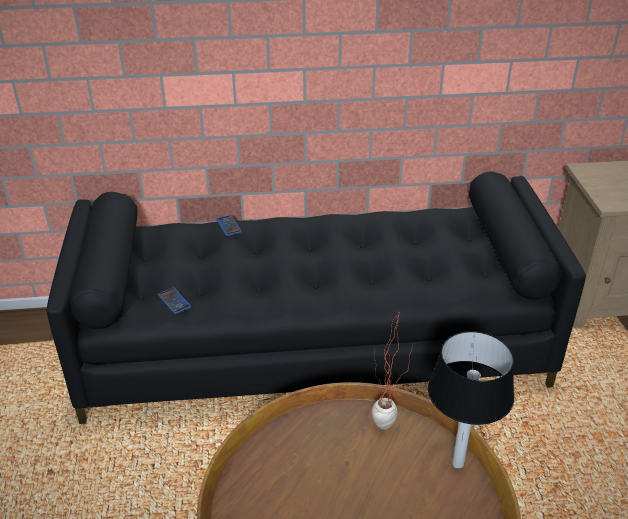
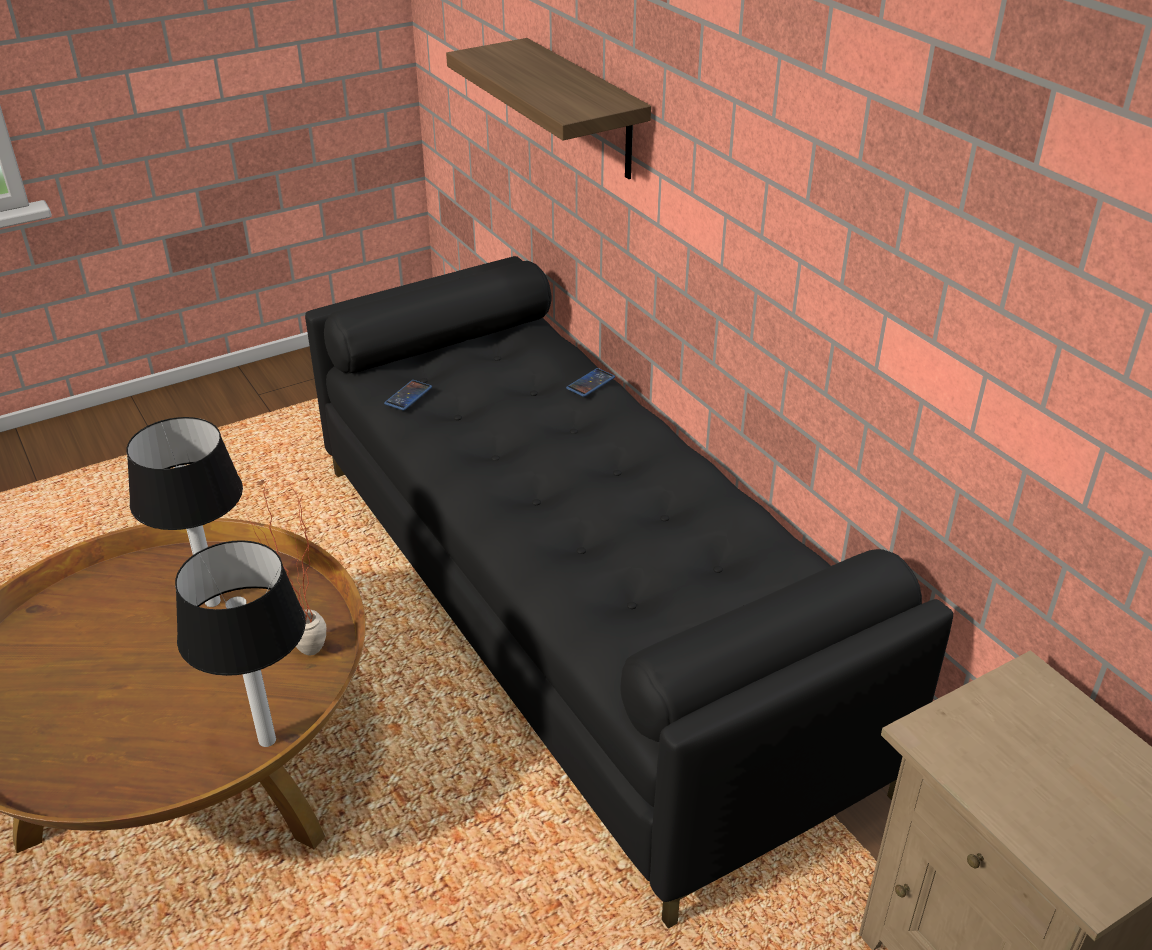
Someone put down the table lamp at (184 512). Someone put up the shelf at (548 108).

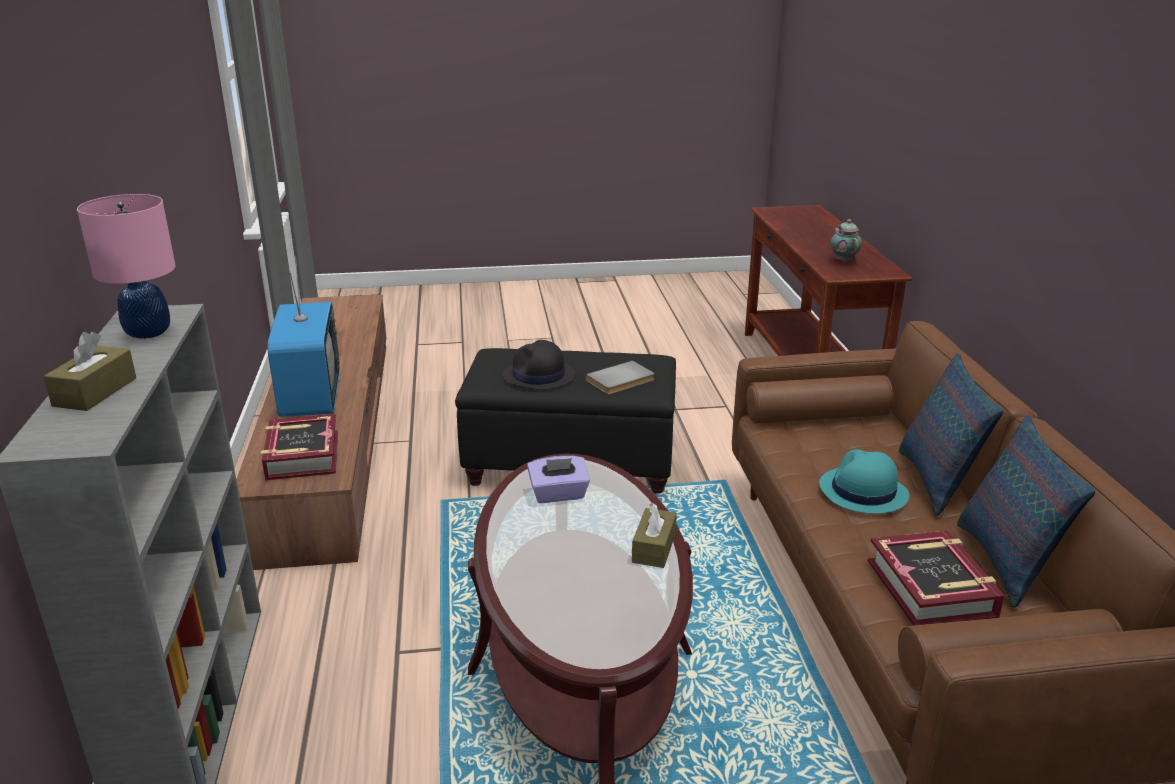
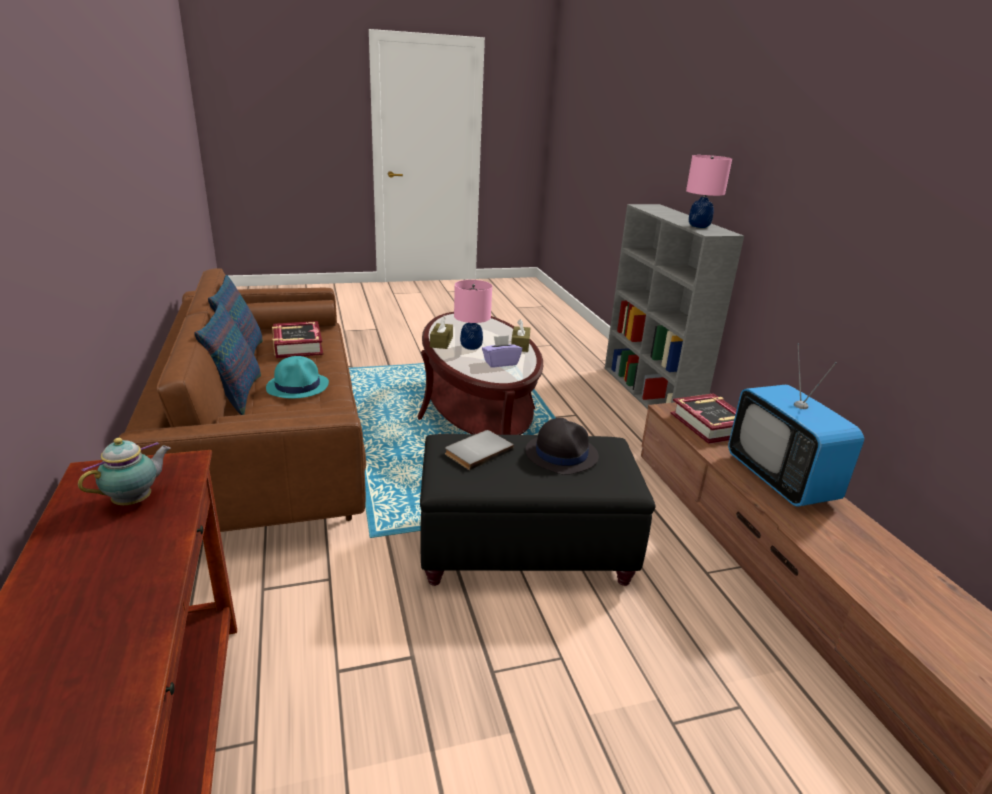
Someone carried the brown tissue box from (89 371) to (520 335). Someone rotated the teapot at (846 241) by 120 degrees counterclockwise. Someone put down the pink table lamp at (473 315).

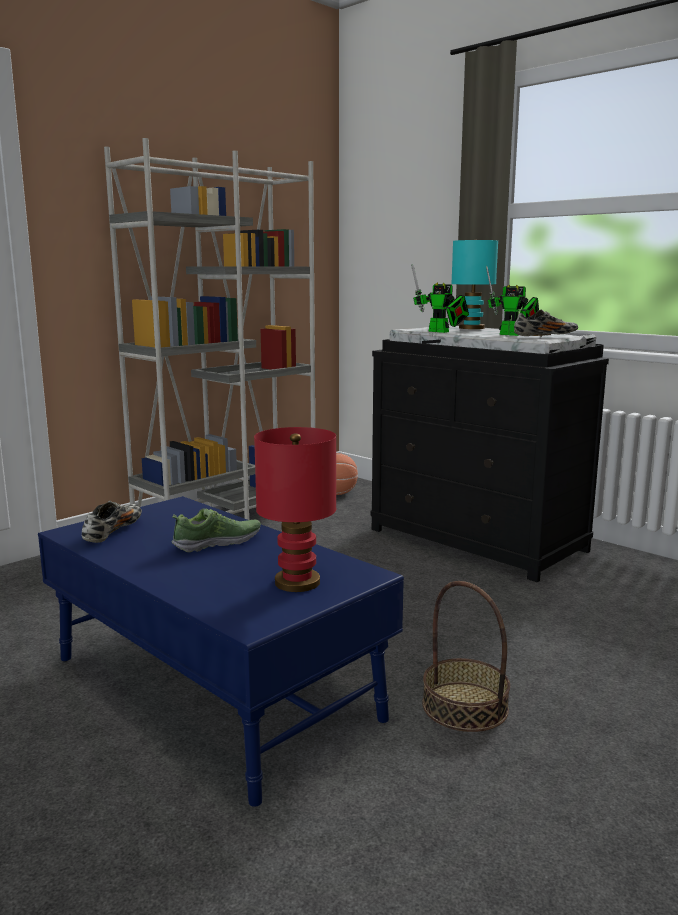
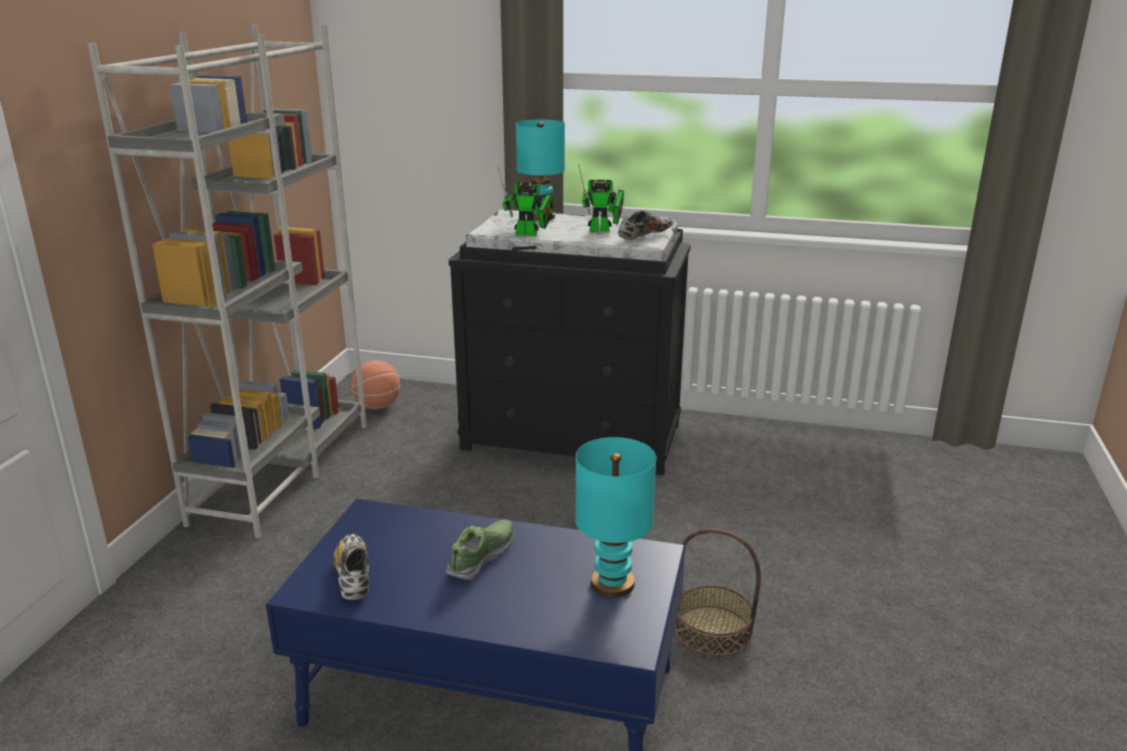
Someone repainted the red table lamp at (295 509), which became the turquoise table lamp at (615 517).

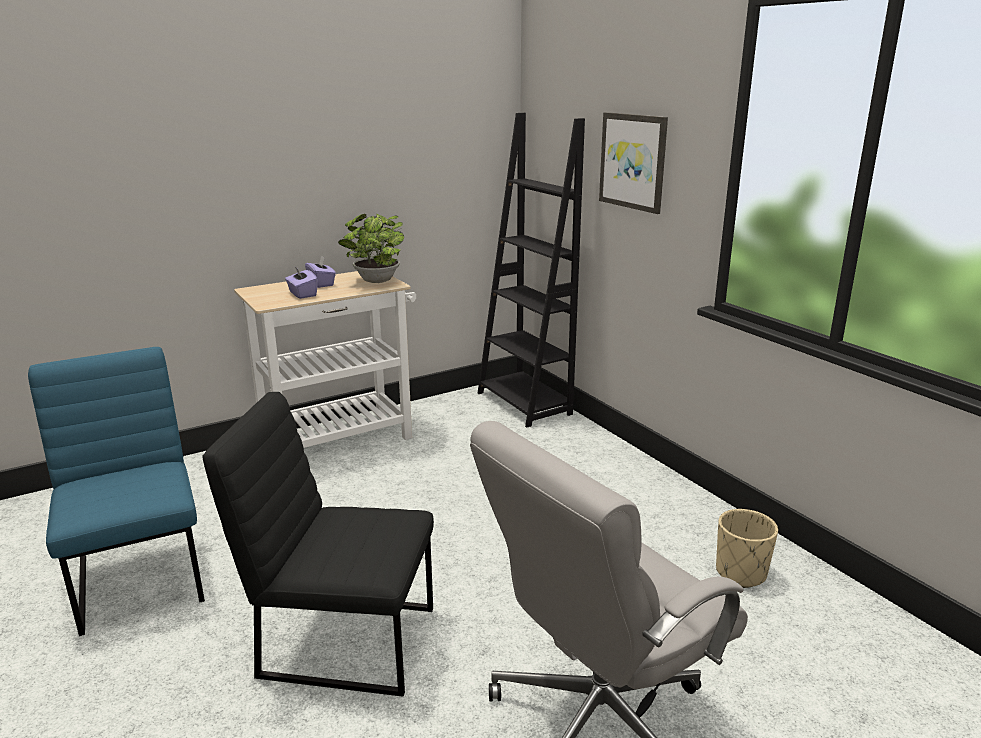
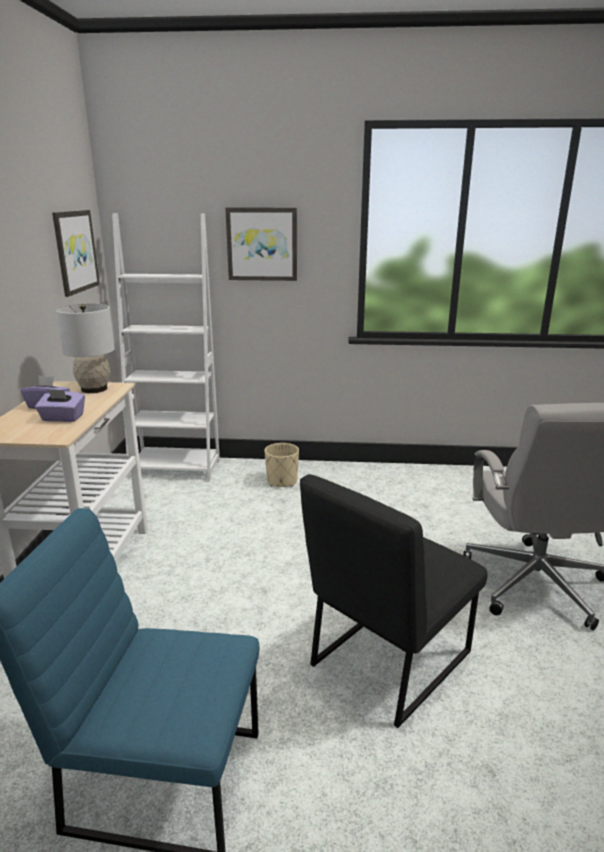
Someone swapped the potted plant at (371 248) for the white table lamp at (85 348). Someone repainted the black bookcase at (531 270), which became the white bookcase at (166 347). Someone carried the beige planter from (747 548) to (282 465). Someone put up the picture at (76 253).

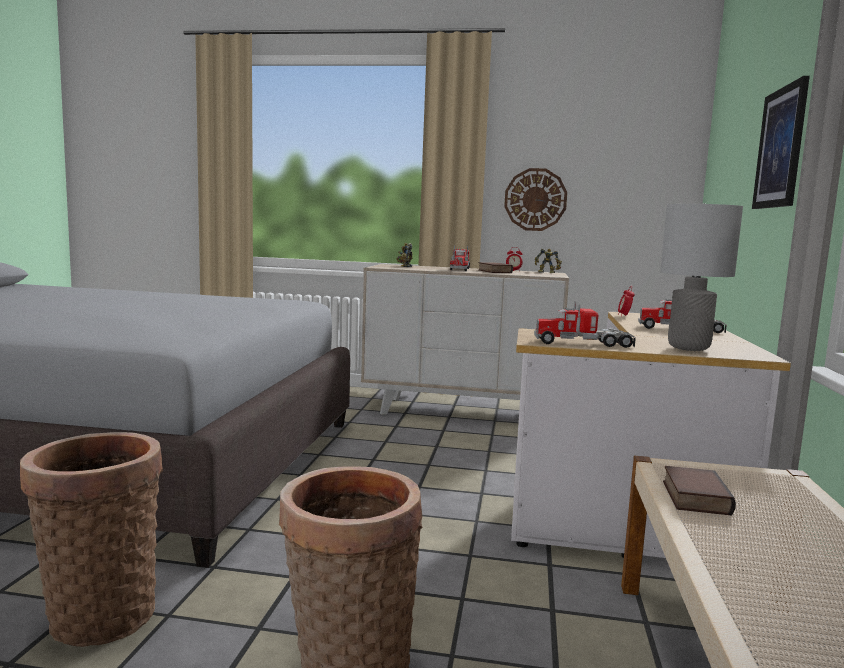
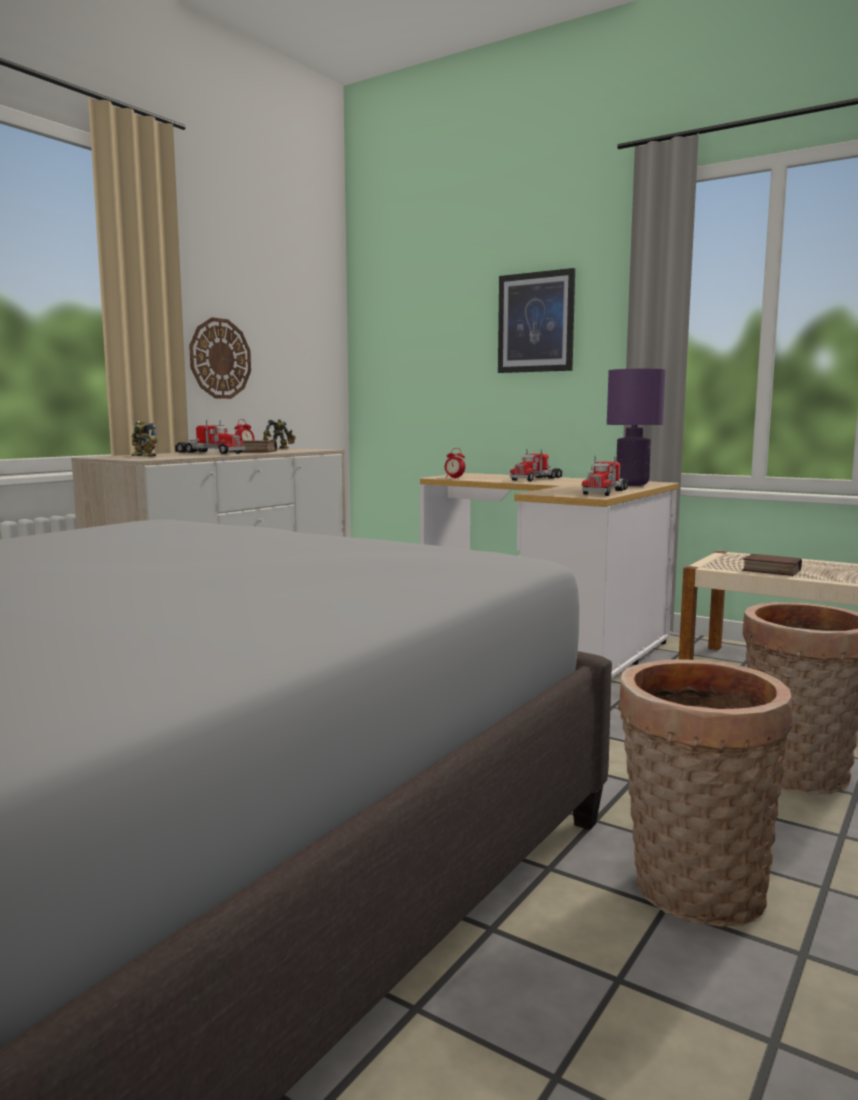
Someone repainted the grey table lamp at (701 277), which became the purple table lamp at (636 427).

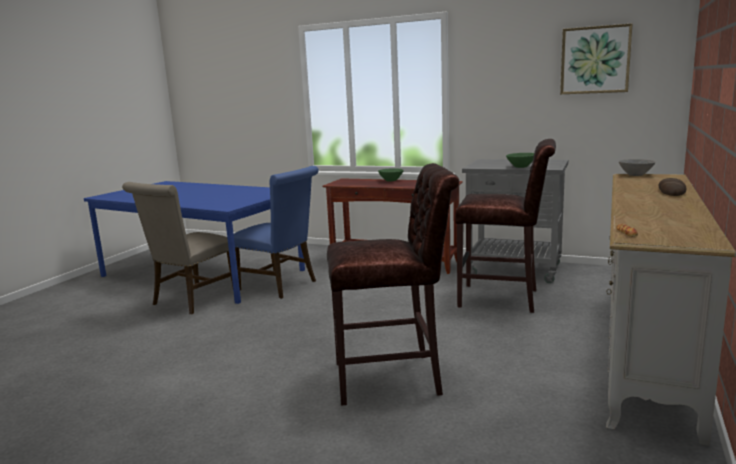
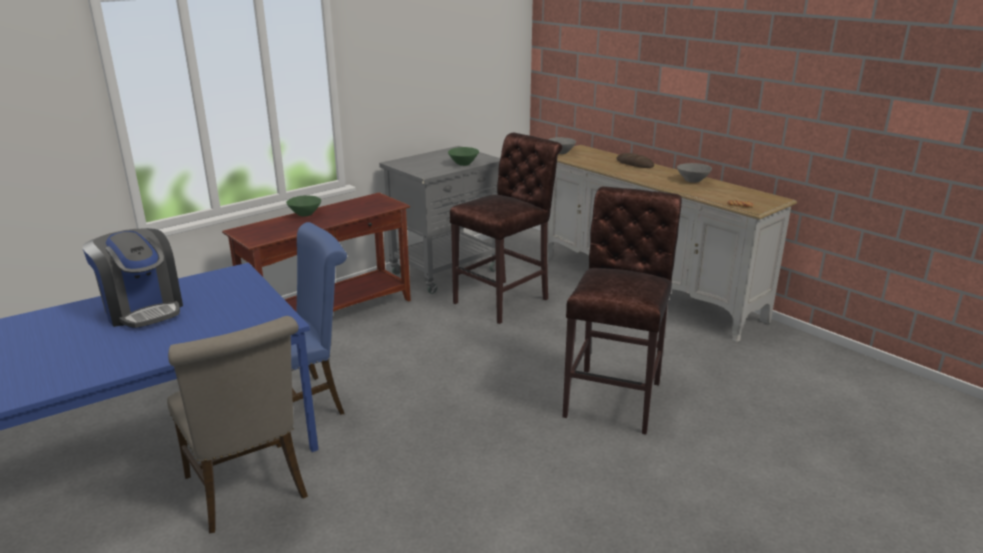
Someone took away the picture at (596 58). Someone put down the coffee machine at (133 278). Someone put down the grey bowl at (694 173).

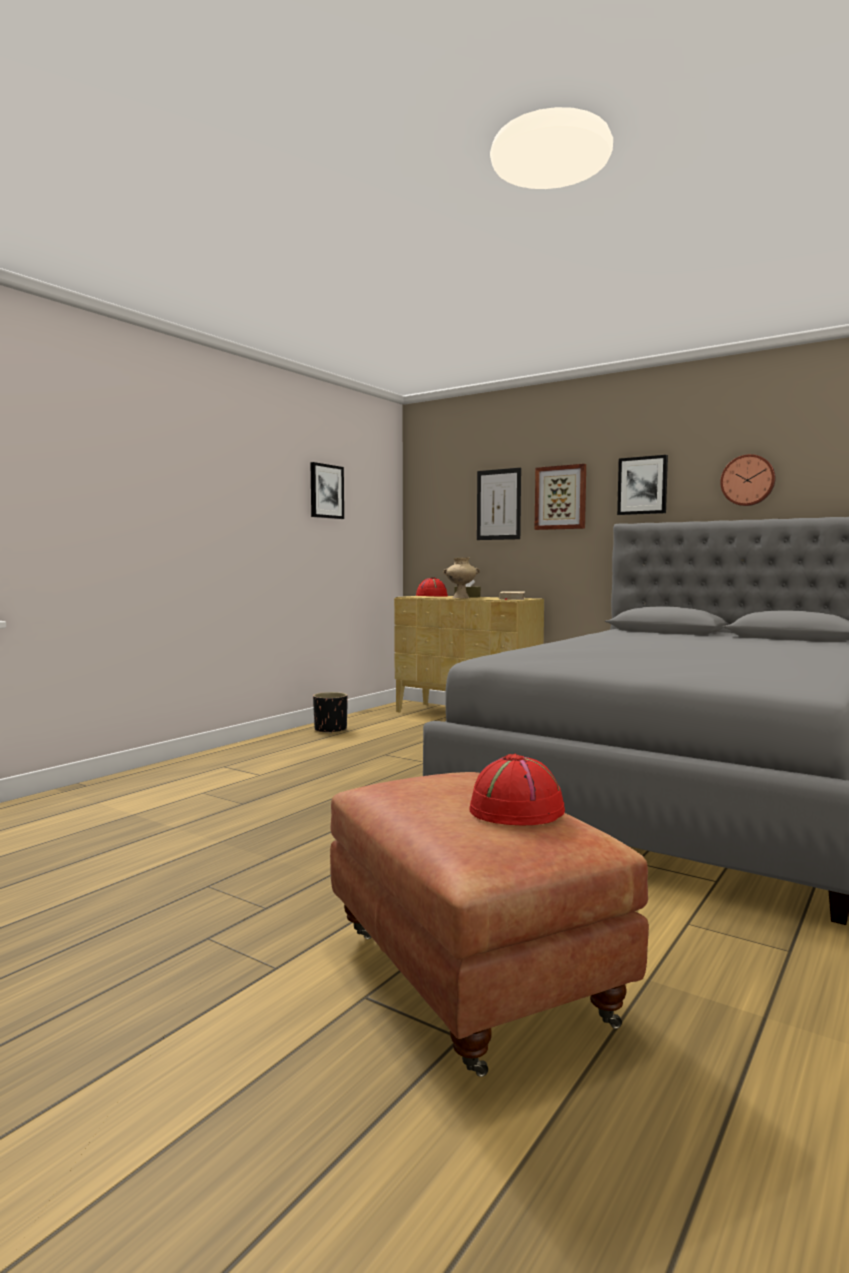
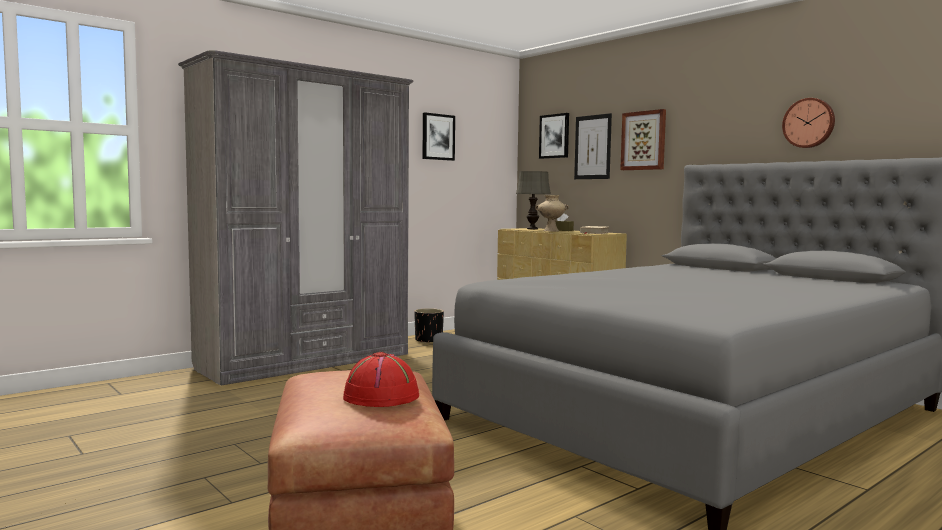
Someone swapped the red hat at (432 587) for the grey table lamp at (533 200). Someone carried the picture from (642 485) to (554 136). Someone put down the grey wardrobe at (295 218).

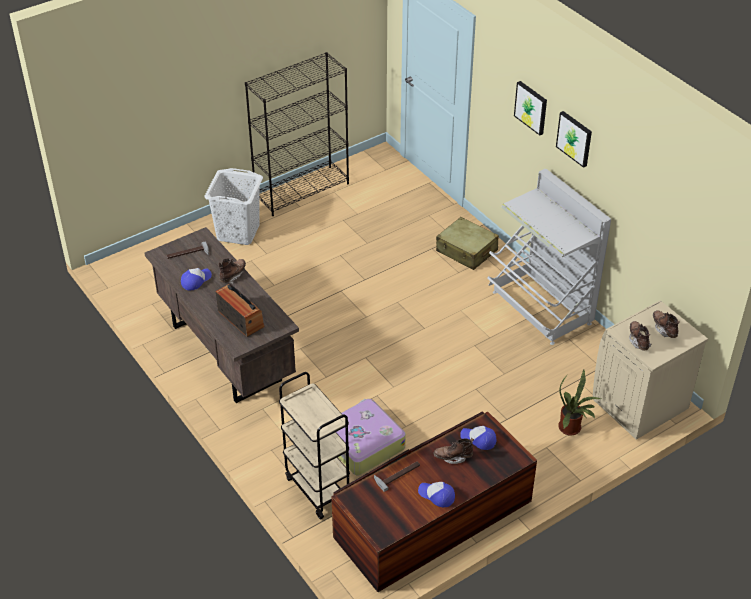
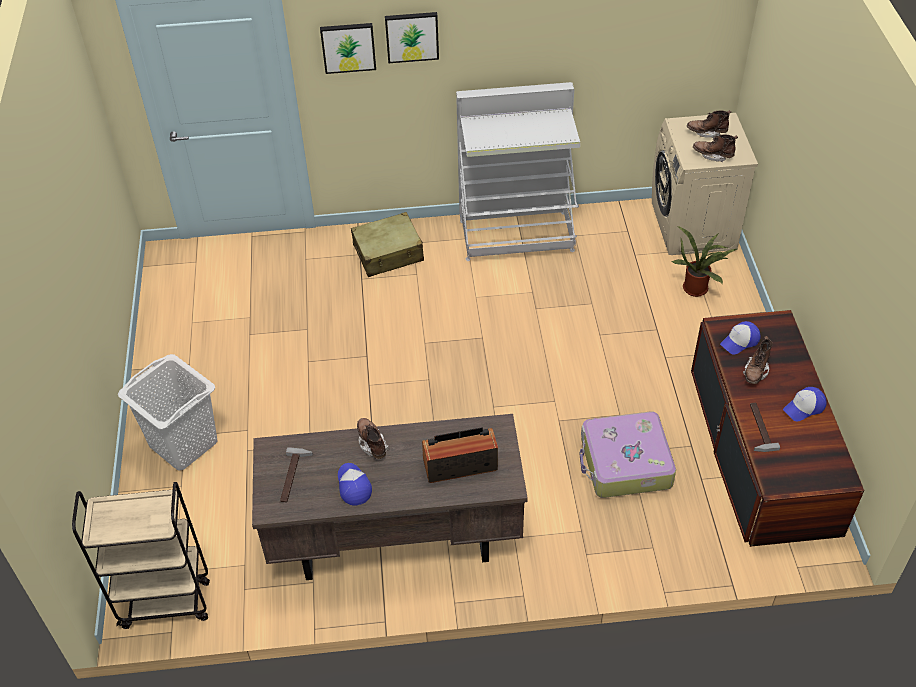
Someone took away the black bookcase at (297 134). Someone carried the beige cart from (314 445) to (141 555). Someone carried the picture from (574 139) to (348 48).

